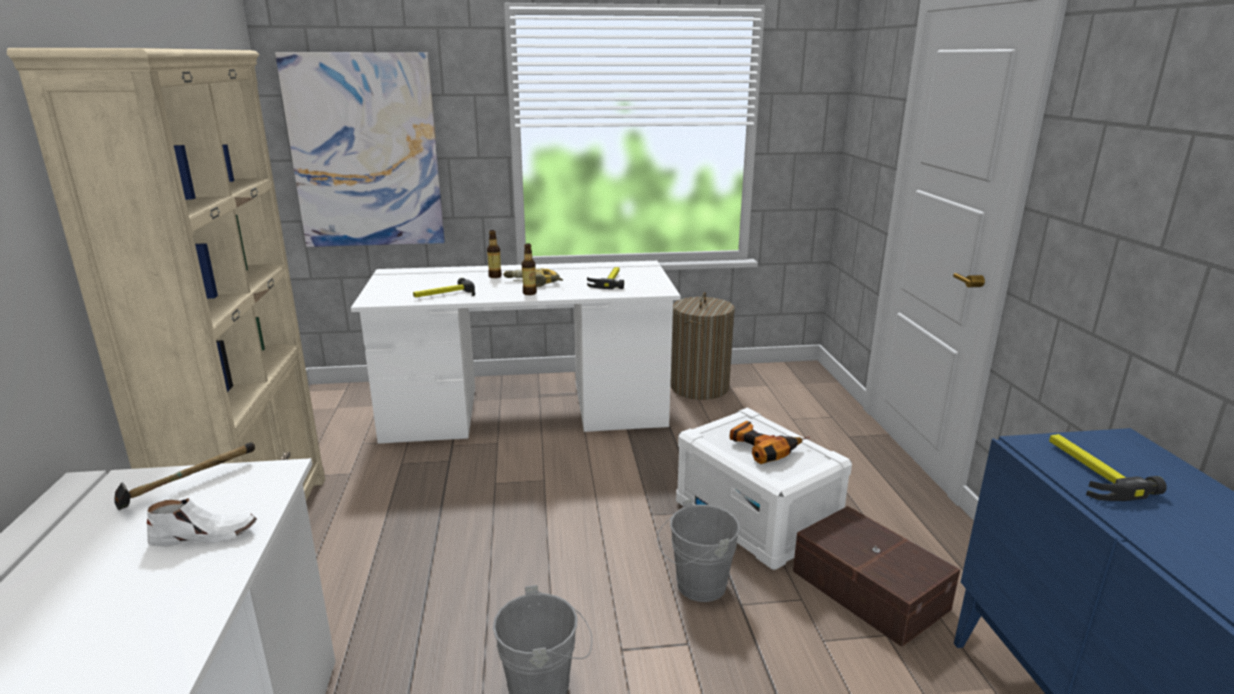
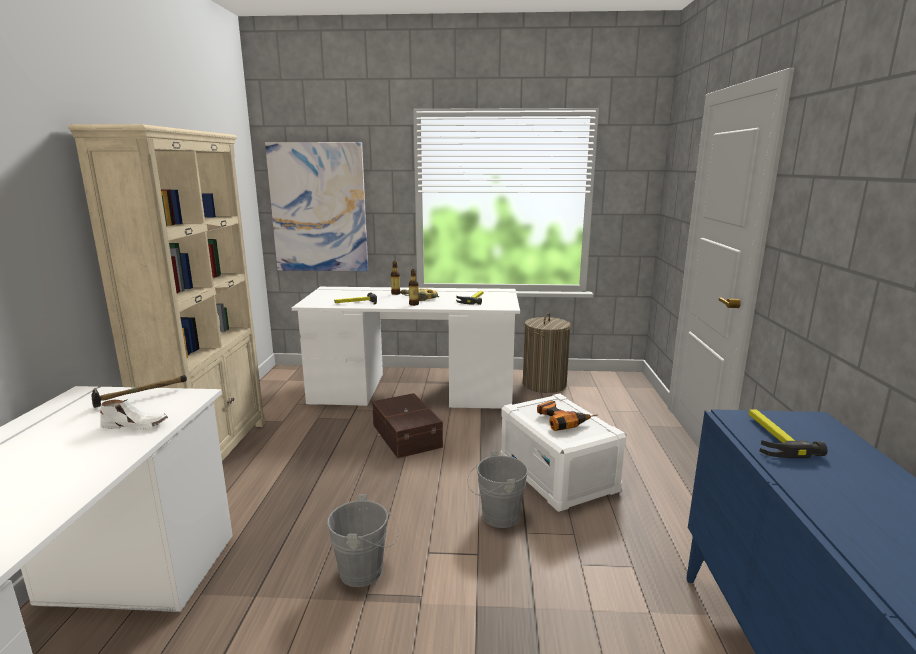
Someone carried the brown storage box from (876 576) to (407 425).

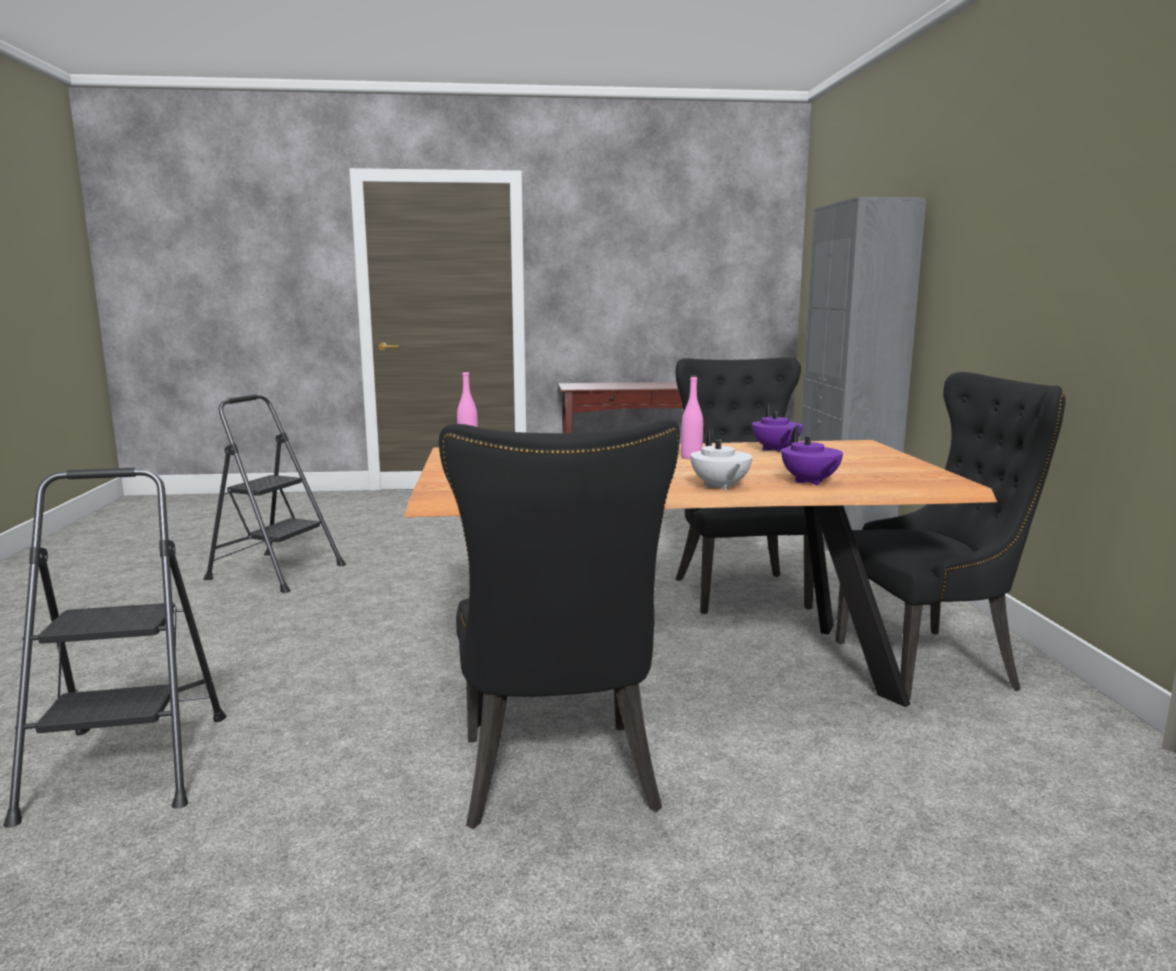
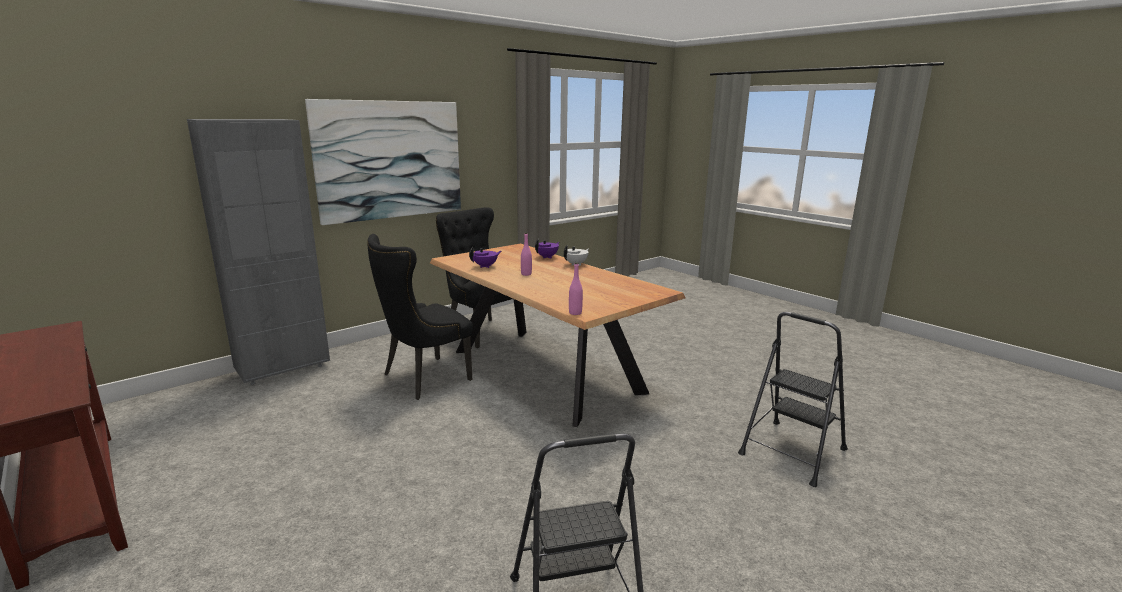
Someone took away the black chair at (559 624). Someone put up the picture at (383 162).

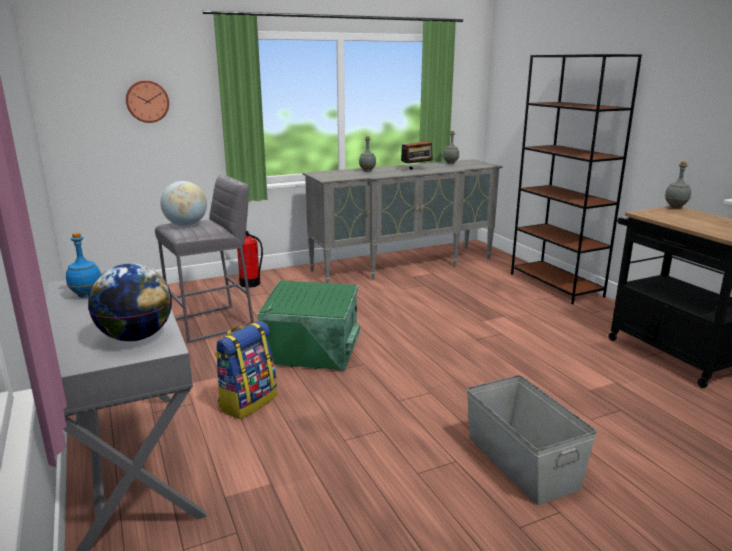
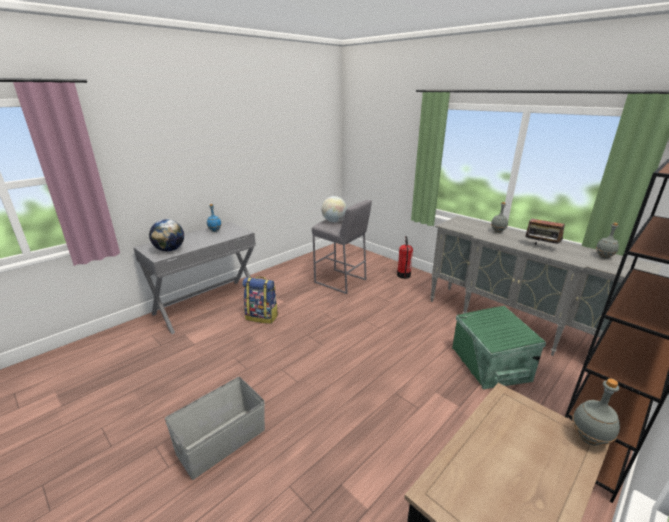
Someone took away the wall clock at (147 101). Someone carried the green storage box from (309 326) to (499 347).

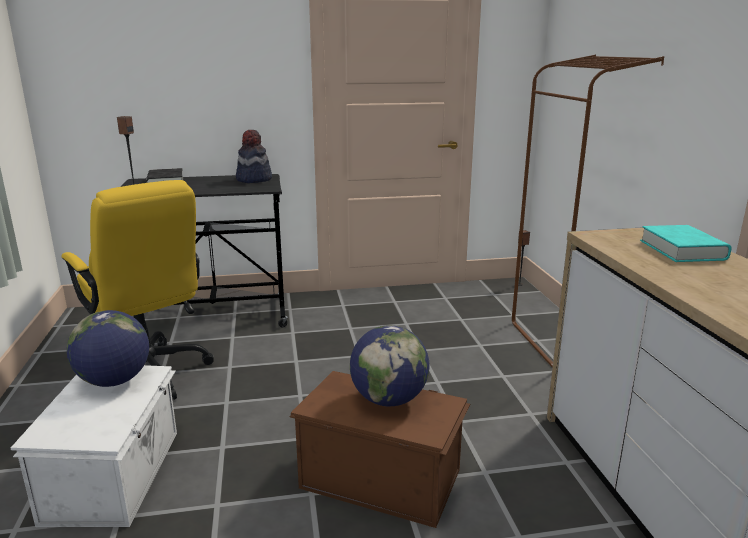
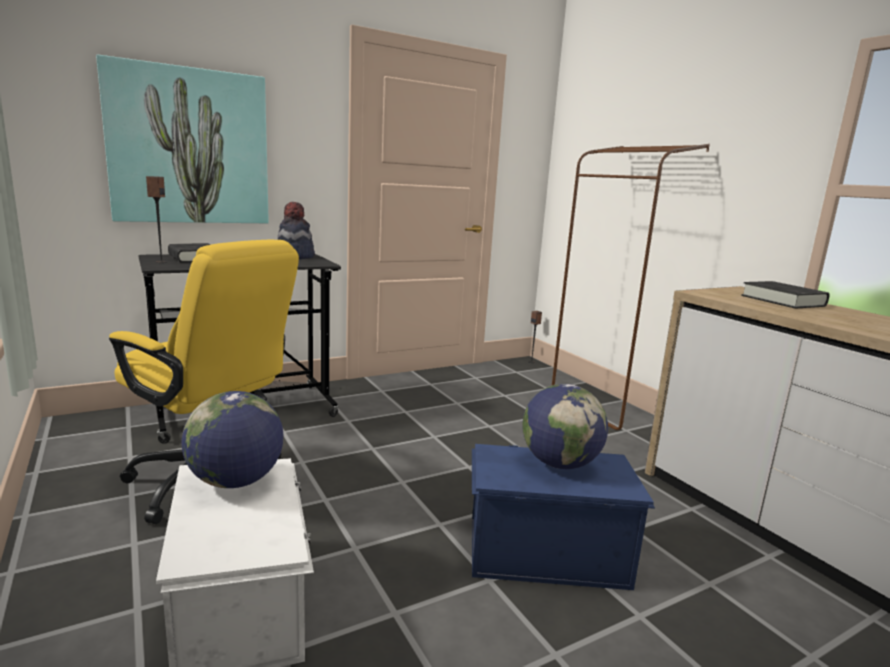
Someone repainted the brown storage box at (380 449), which became the blue storage box at (563 517). Someone repainted the turquoise book at (685 243), which became the black book at (785 295). Someone put up the picture at (182 139).

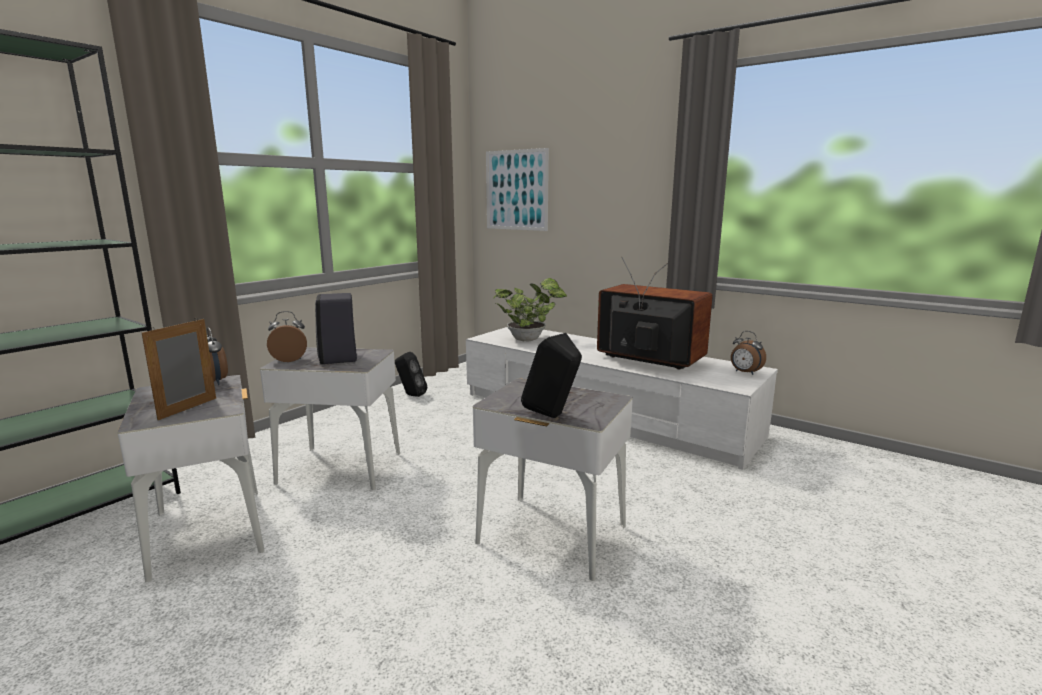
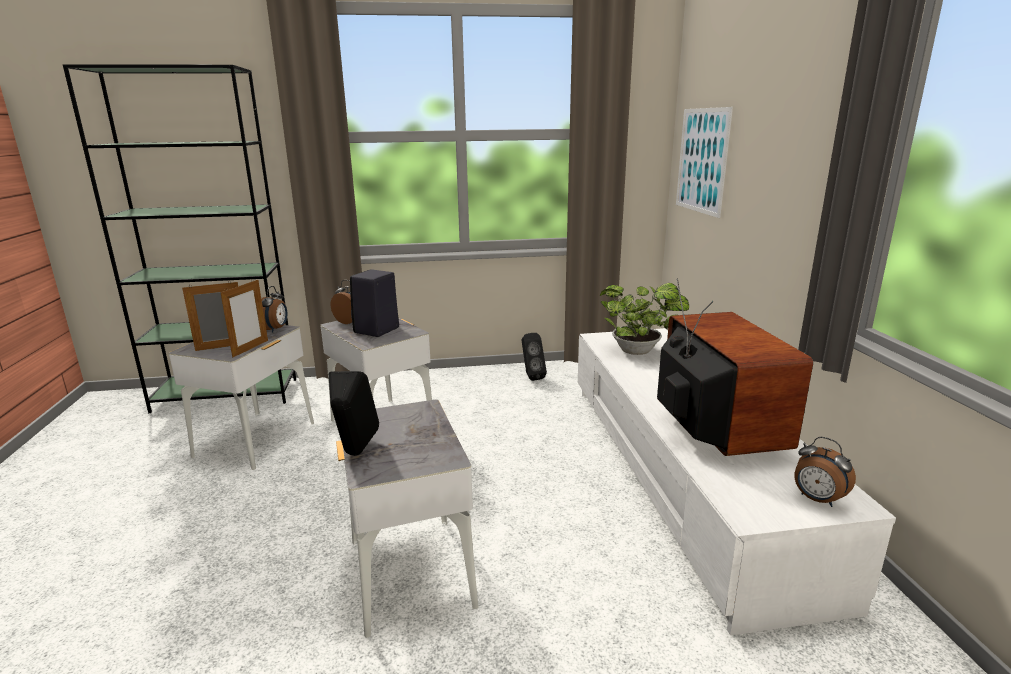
Someone rotated the alarm clock at (748 353) by 45 degrees counterclockwise. Someone put down the picture frame at (244 318).

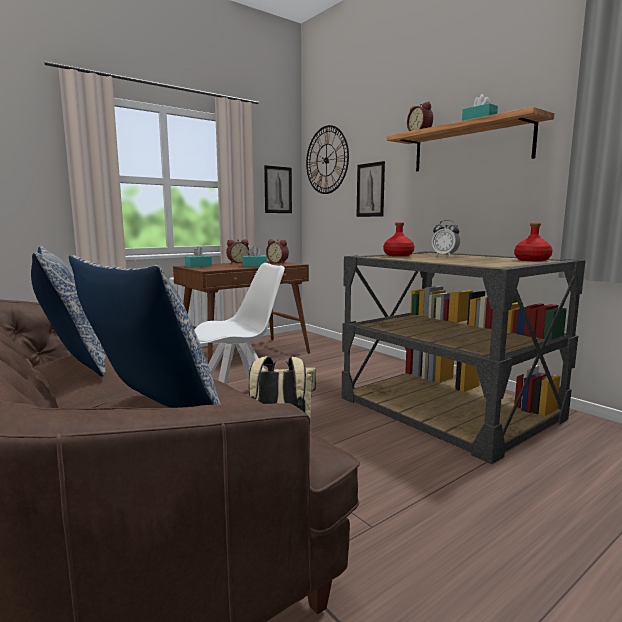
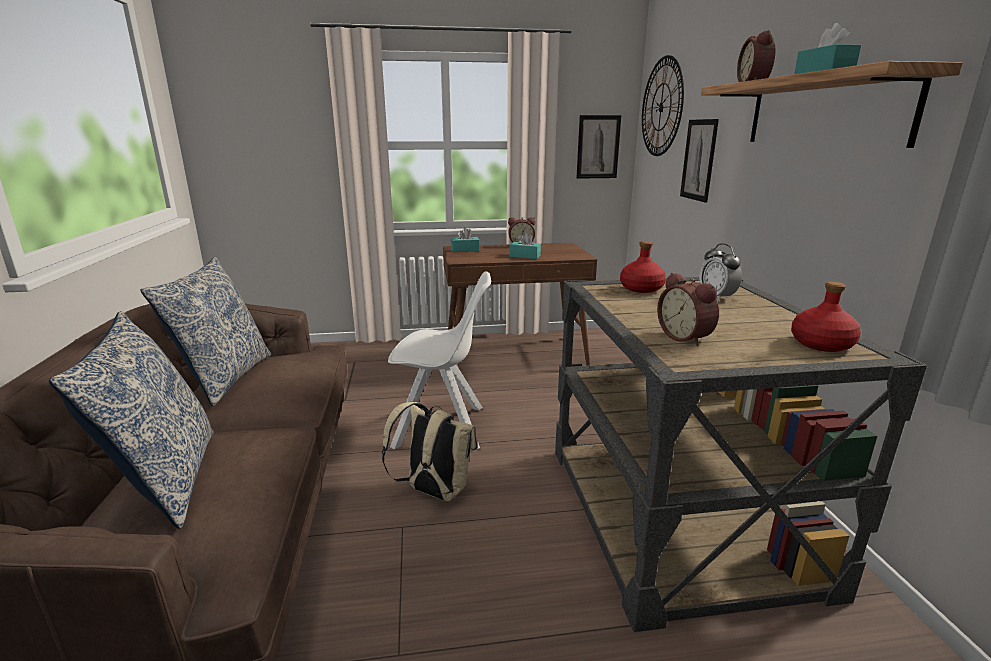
Someone carried the alarm clock from (277 251) to (688 309).

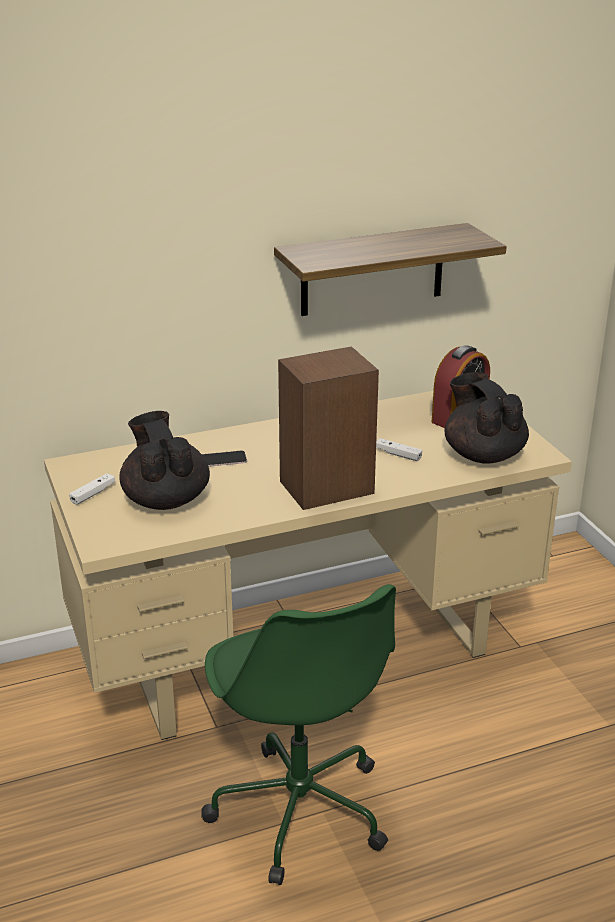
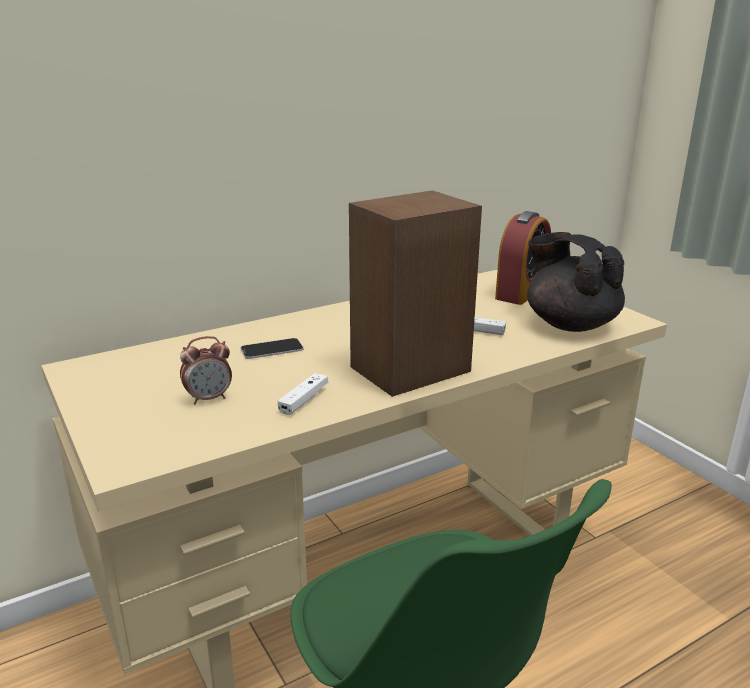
Someone carried the white game controller from (92 489) to (303 394). Someone swapped the black teapot at (164 460) for the alarm clock at (206 370). Someone took away the shelf at (390 269).

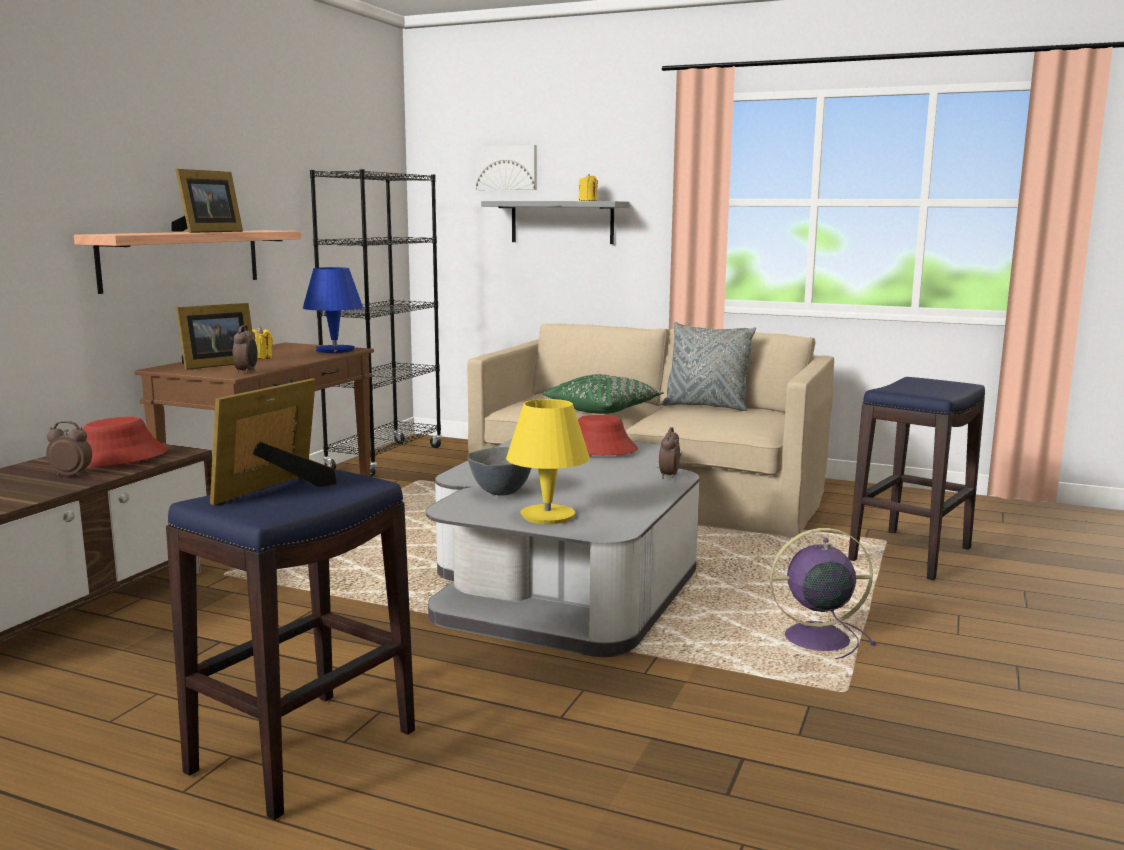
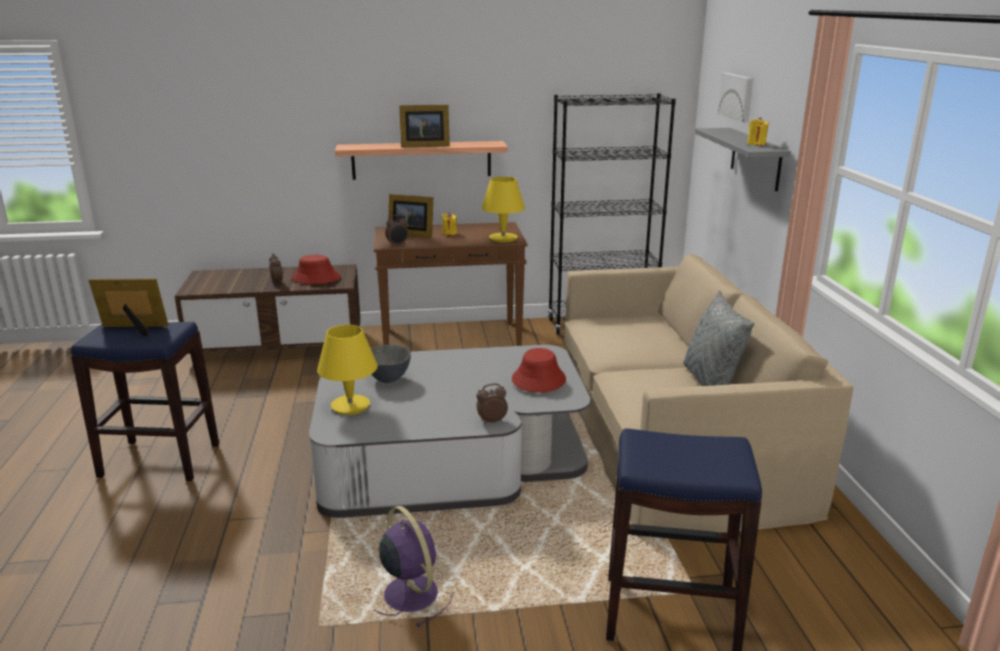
Someone repainted the blue table lamp at (333 310), which became the yellow table lamp at (503 210). Someone took away the green pillow at (603 394).

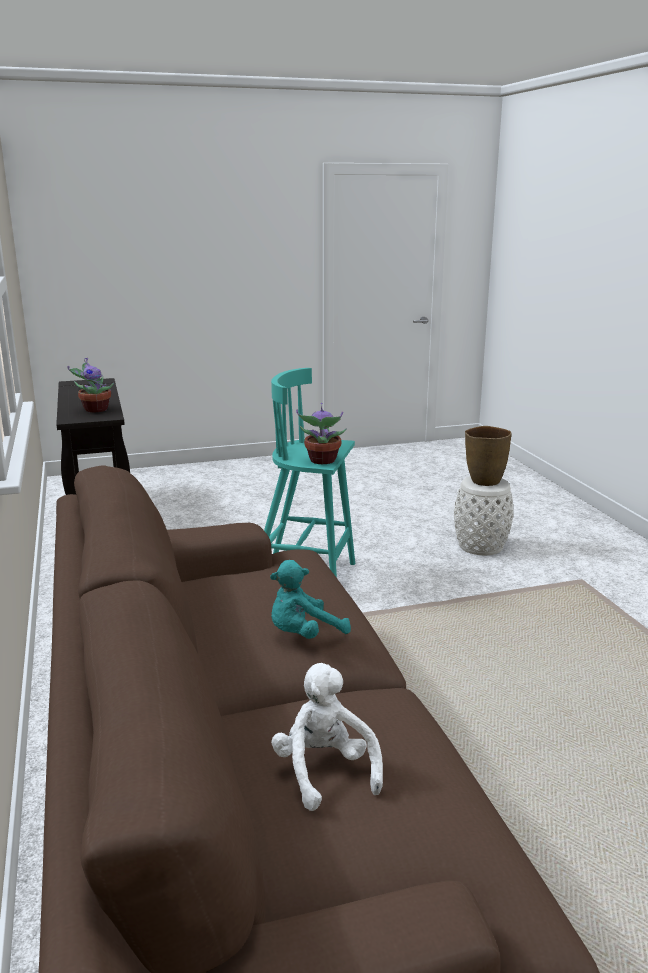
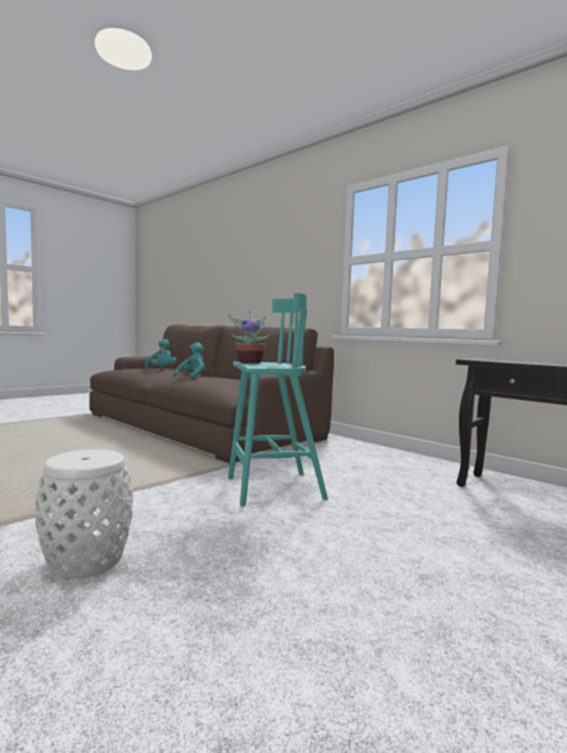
Someone took away the potted plant at (91 385). Someone repainted the white plush toy at (327 737), which became the turquoise plush toy at (161 354). Someone took away the brown vase at (488 456).

